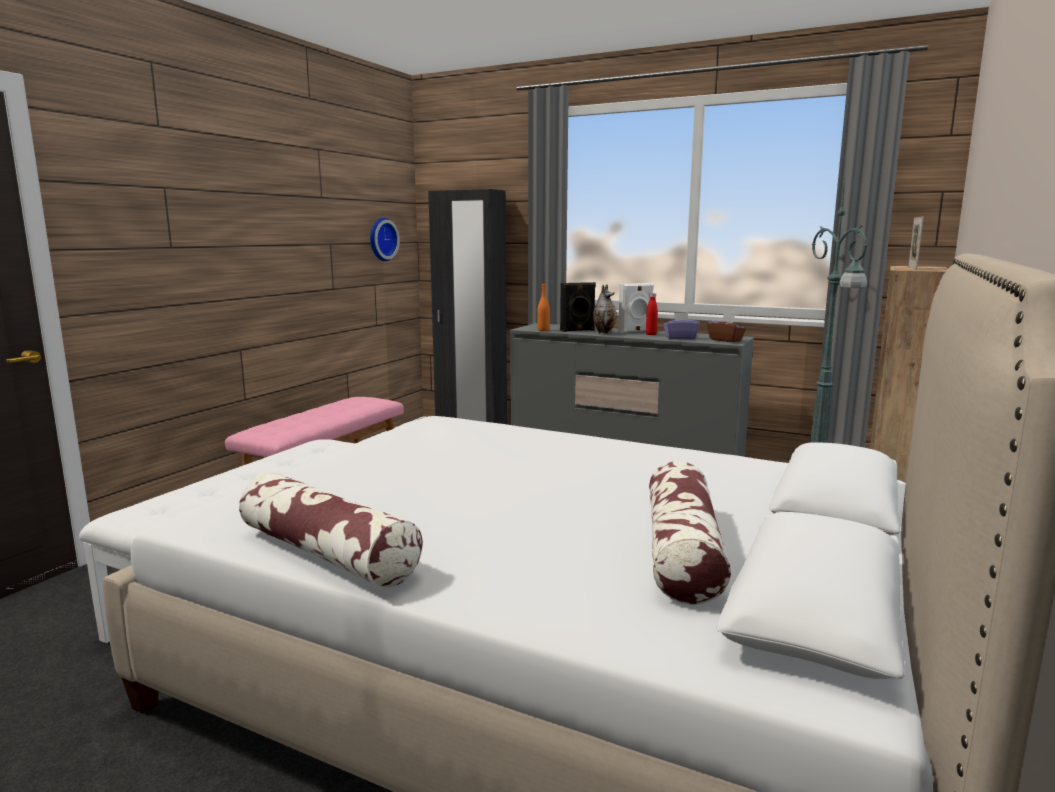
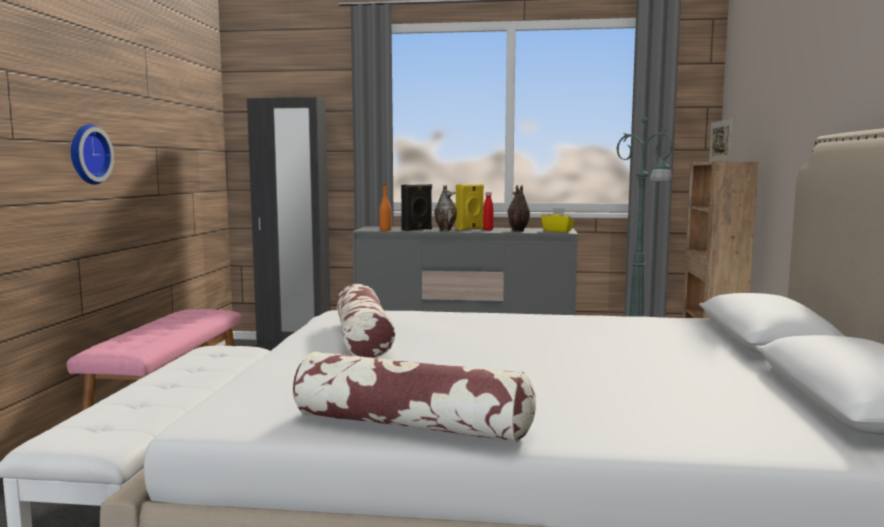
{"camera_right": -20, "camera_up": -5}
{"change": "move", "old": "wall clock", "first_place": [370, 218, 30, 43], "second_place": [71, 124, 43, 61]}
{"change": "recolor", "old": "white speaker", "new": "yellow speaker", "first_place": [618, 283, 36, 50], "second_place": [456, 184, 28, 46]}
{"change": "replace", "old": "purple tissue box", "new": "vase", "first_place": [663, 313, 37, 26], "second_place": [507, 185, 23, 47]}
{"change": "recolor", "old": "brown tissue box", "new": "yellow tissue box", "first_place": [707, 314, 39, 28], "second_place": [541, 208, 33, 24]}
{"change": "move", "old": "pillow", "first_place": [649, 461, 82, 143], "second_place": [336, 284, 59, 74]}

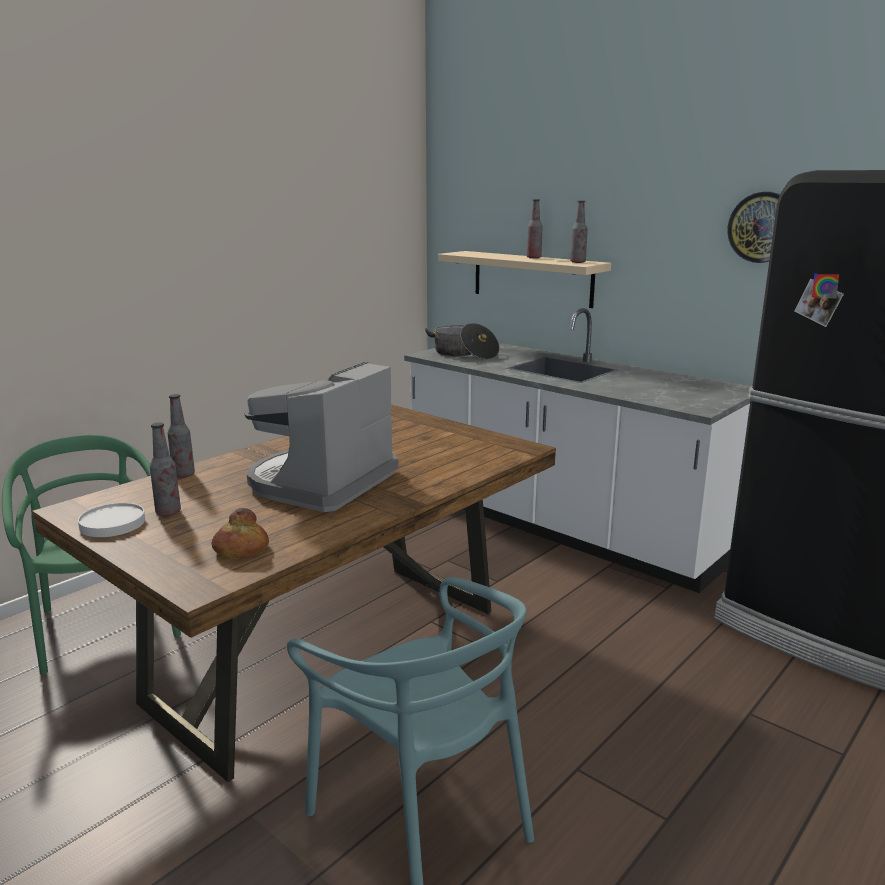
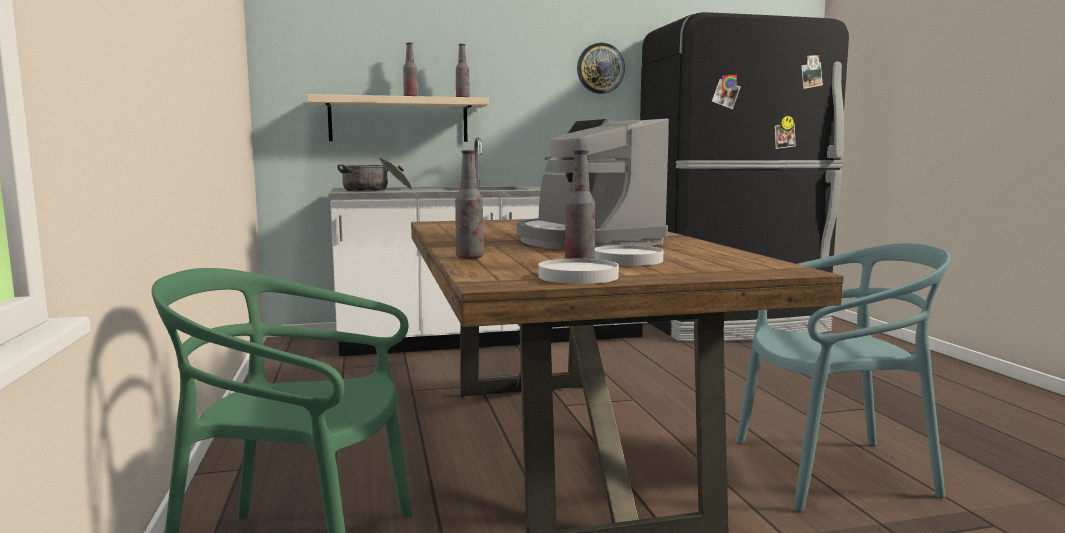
{"camera_right": -55, "camera_up": -10}
{"change": "delete", "old": "bread", "first_place": [212, 508, 57, 50]}
{"change": "insert", "new": "white plate", "second_place": [595, 245, 68, 21]}

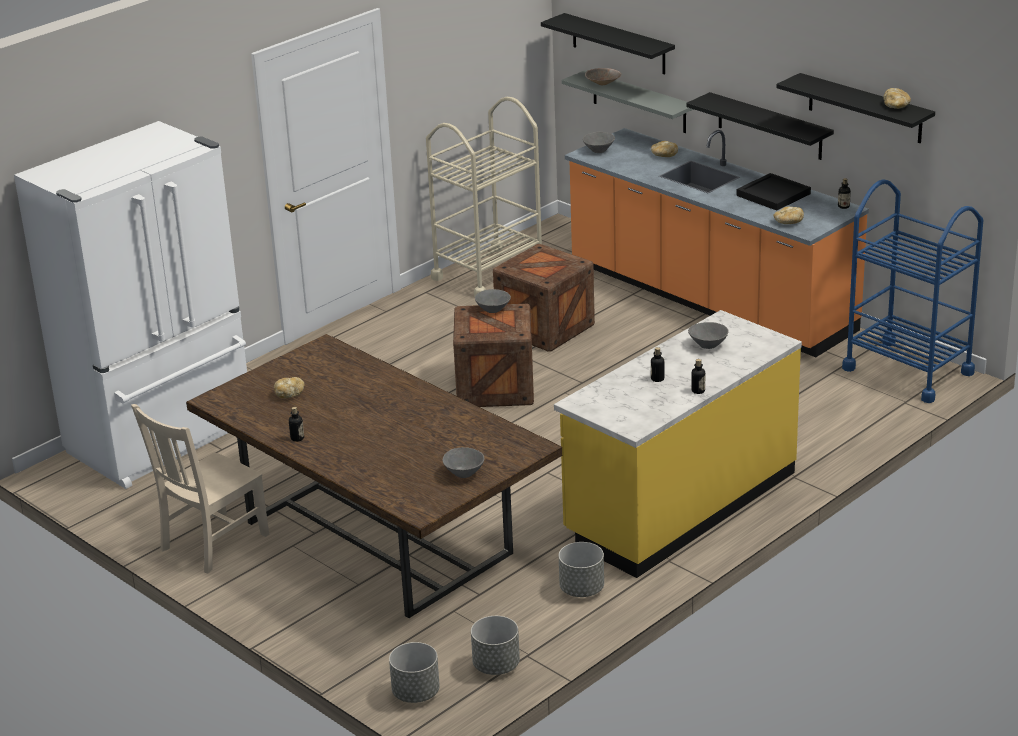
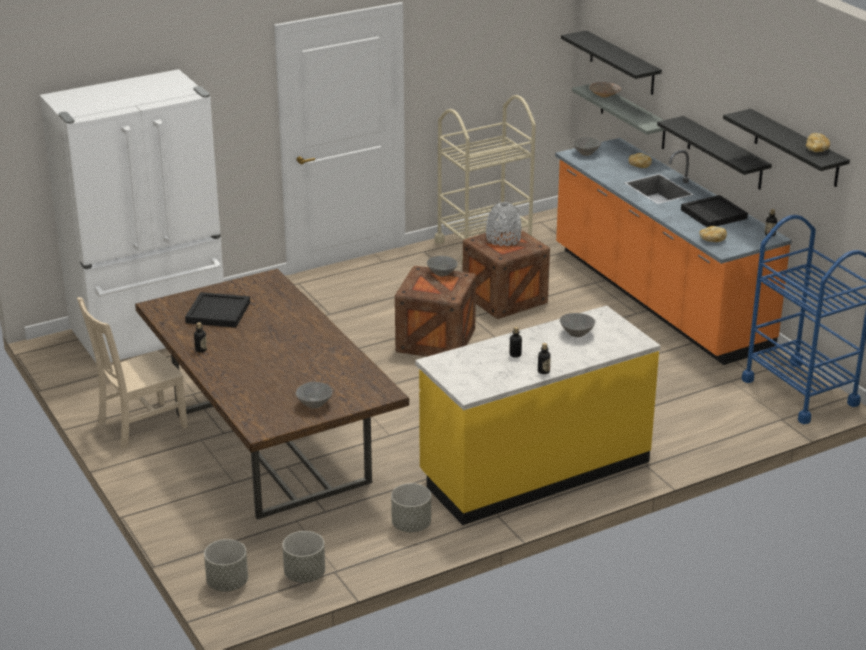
{"camera_right": 15, "camera_up": 0}
{"change": "replace", "old": "bread", "new": "black tray", "first_place": [274, 377, 30, 21], "second_place": [185, 292, 65, 36]}
{"change": "insert", "new": "grey vase", "second_place": [486, 202, 35, 44]}

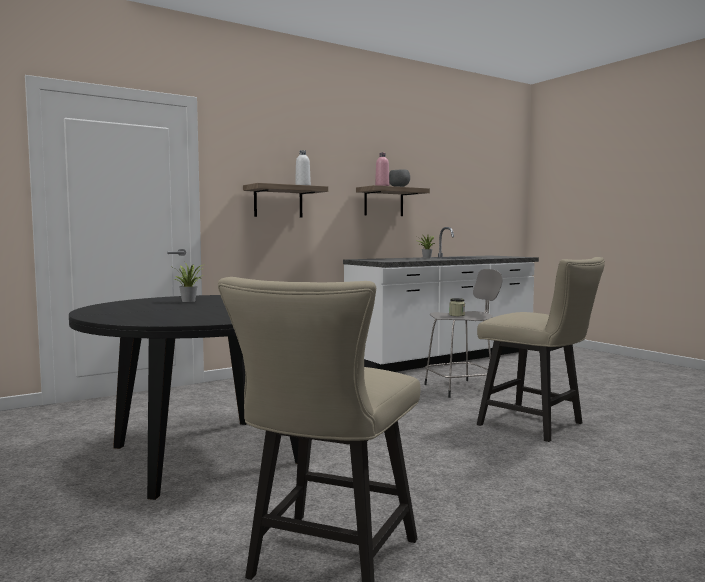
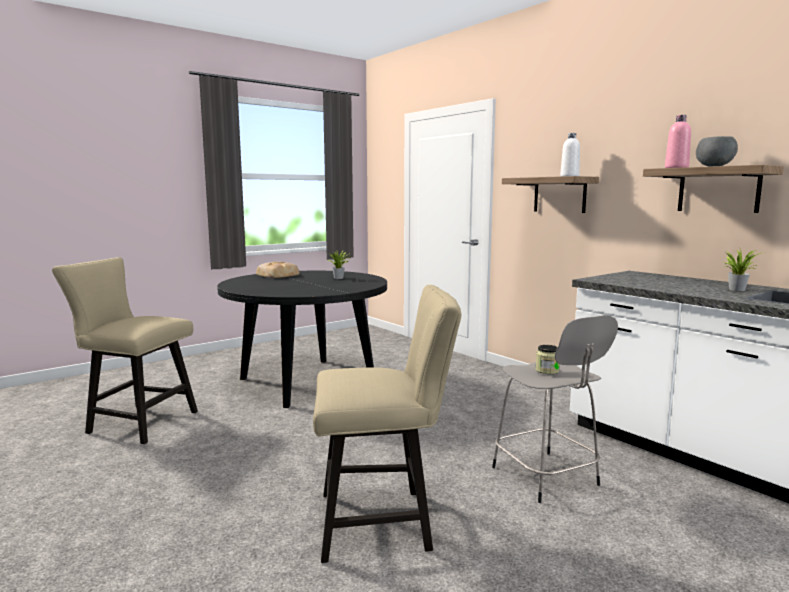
{"camera_right": 85, "camera_up": 5}
{"change": "rotate", "old": "beige chair", "first_place": [477, 257, 128, 185], "second_place": [313, 285, 148, 278], "degrees": -135}
{"change": "insert", "new": "bread", "second_place": [256, 262, 44, 16]}

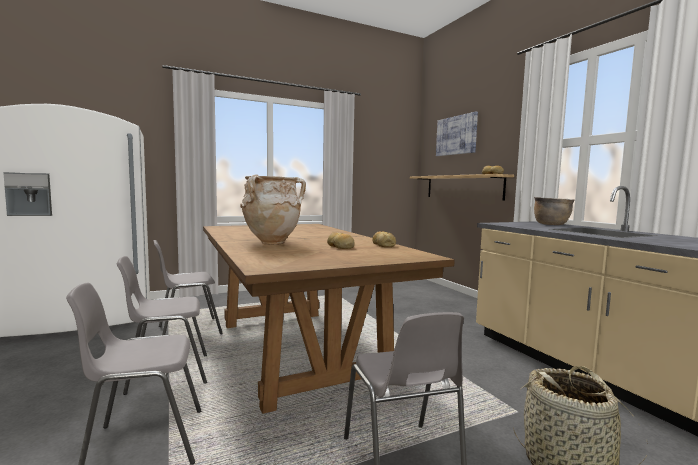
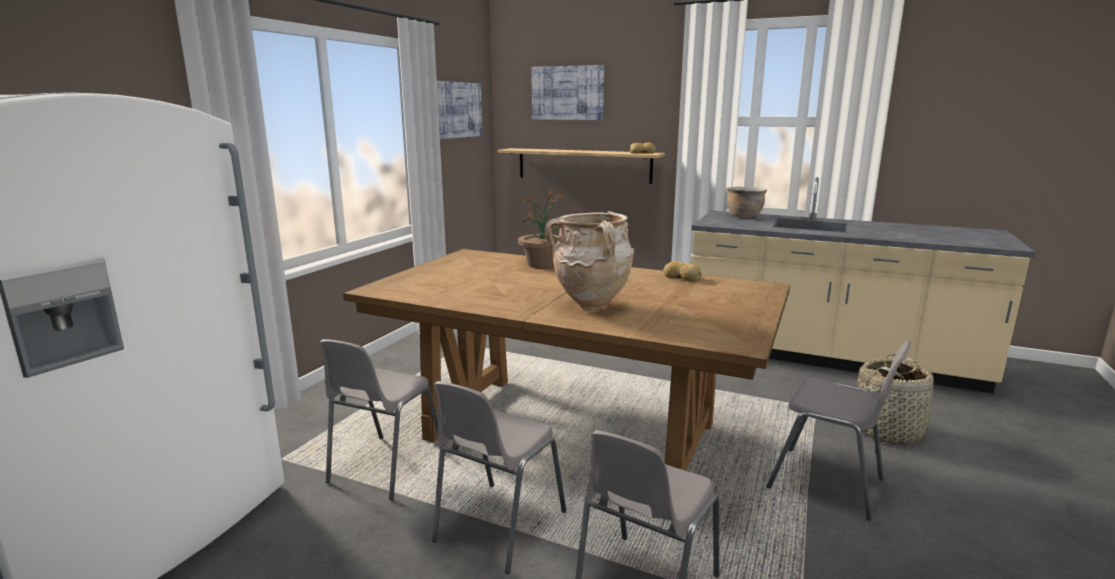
{"camera_right": -40, "camera_up": 10}
{"change": "delete", "old": "bread", "first_place": [327, 232, 27, 17]}
{"change": "insert", "new": "picture", "second_place": [437, 81, 46, 58]}
{"change": "insert", "new": "potted plant", "second_place": [518, 191, 46, 77]}

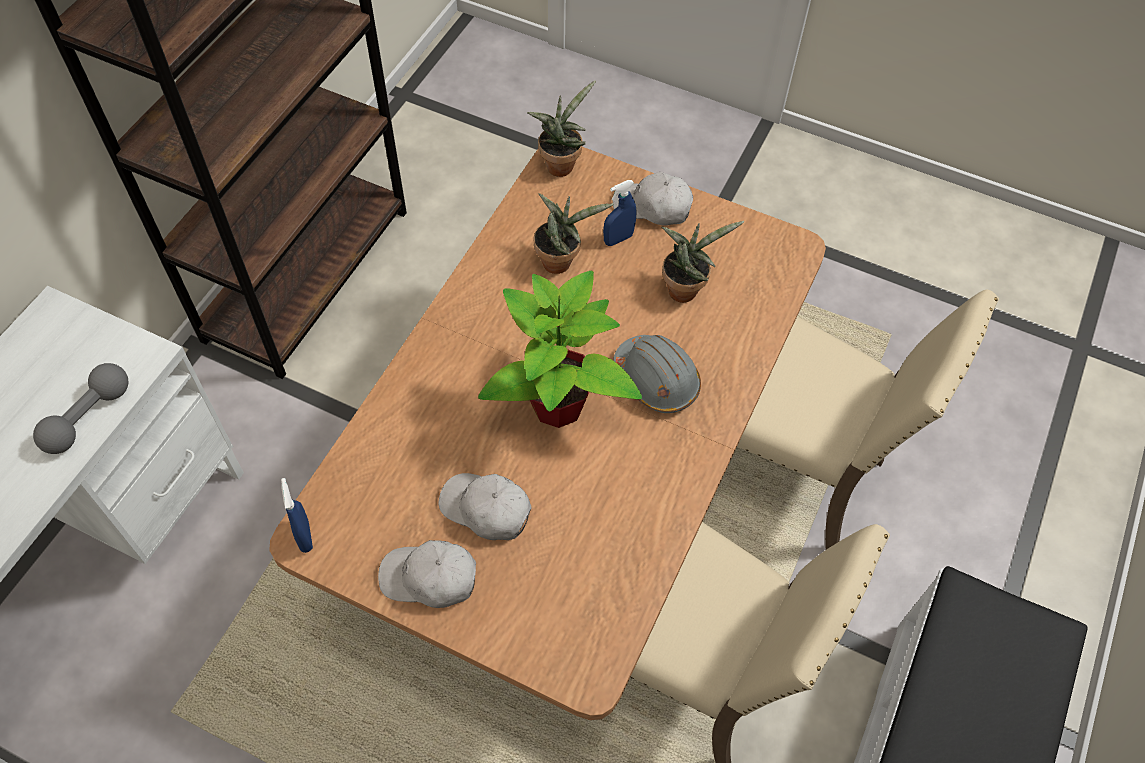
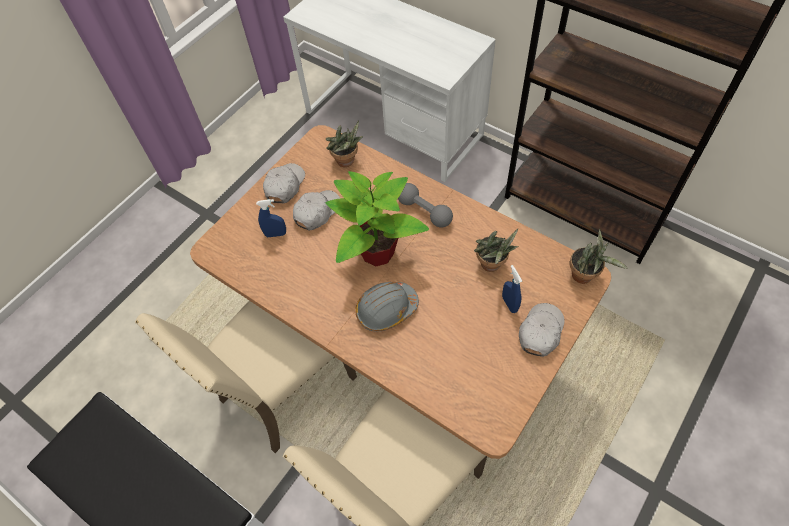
{"camera_right": 105, "camera_up": 0}
{"change": "move", "old": "potted plant", "first_place": [661, 221, 84, 82], "second_place": [326, 120, 37, 47]}
{"change": "move", "old": "grey dumbbell", "first_place": [33, 363, 96, 91], "second_place": [398, 183, 55, 44]}
{"change": "move", "old": "blue spray bottle", "first_place": [281, 478, 32, 75], "second_place": [256, 199, 30, 38]}

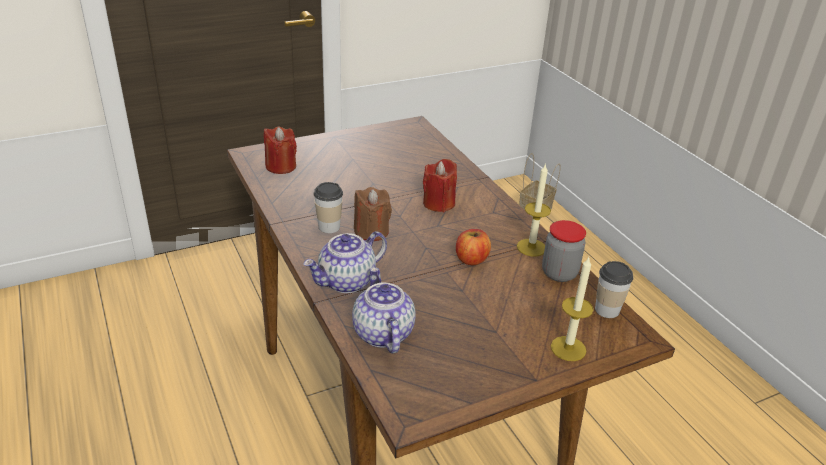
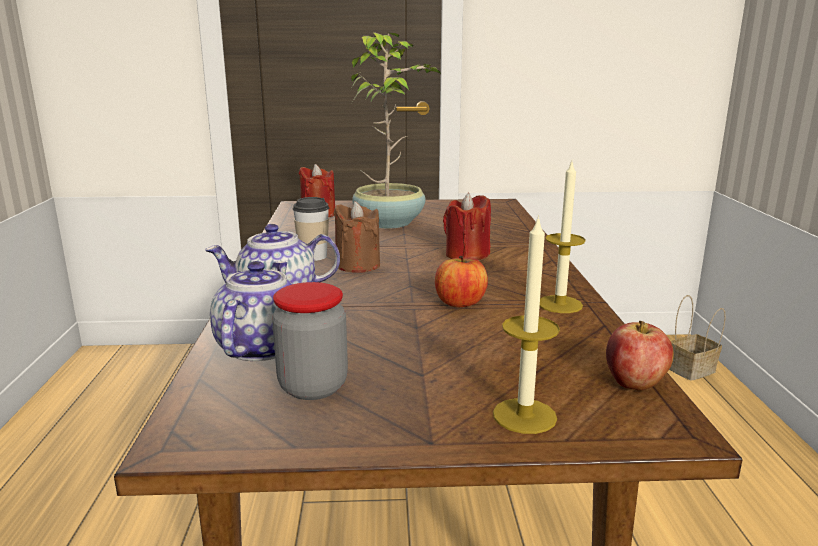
{"camera_right": 25, "camera_up": -15}
{"change": "move", "old": "jar", "first_place": [542, 220, 44, 62], "second_place": [272, 282, 76, 118]}
{"change": "replace", "old": "cup", "new": "apple", "first_place": [595, 261, 38, 57], "second_place": [606, 321, 68, 70]}
{"change": "insert", "new": "potted plant", "second_place": [351, 32, 89, 197]}

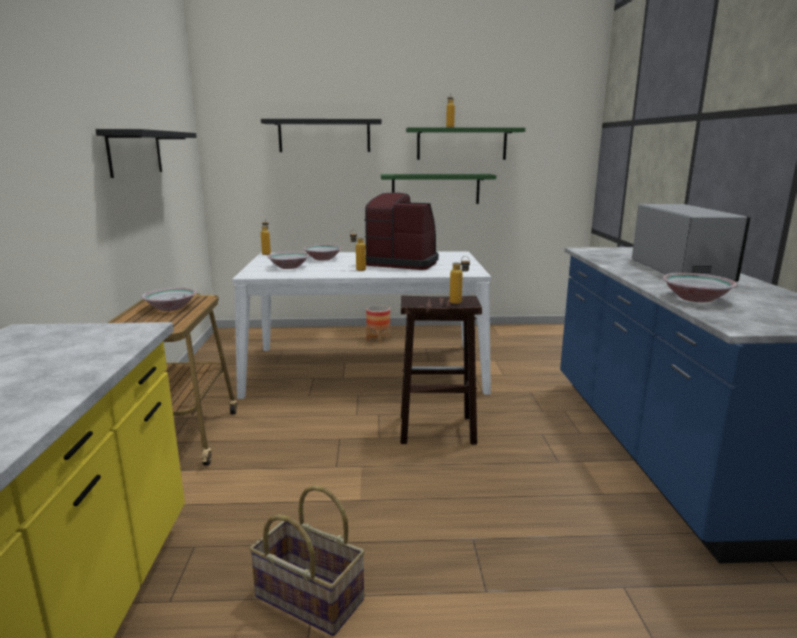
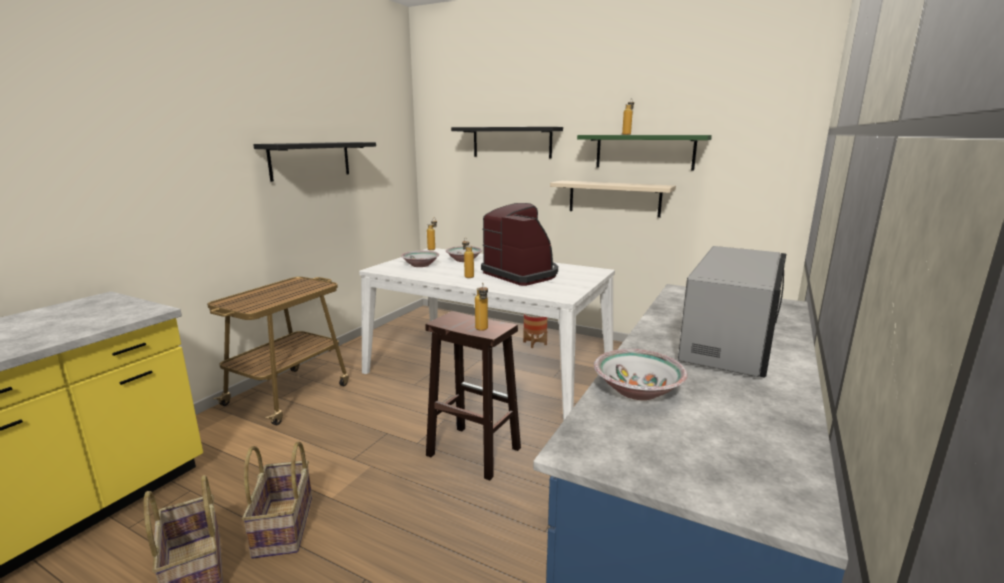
{"camera_right": 30, "camera_up": 0}
{"change": "recolor", "old": "green shelf", "new": "beige shelf", "first_place": [381, 174, 115, 30], "second_place": [550, 181, 126, 37]}
{"change": "delete", "old": "bowl", "first_place": [141, 288, 56, 23]}
{"change": "insert", "new": "basket", "second_place": [242, 441, 70, 118]}

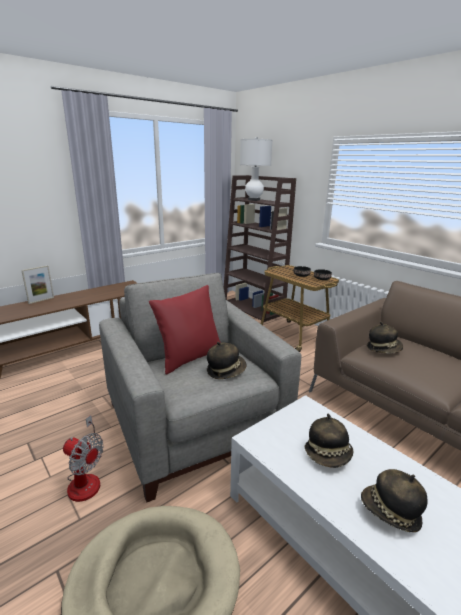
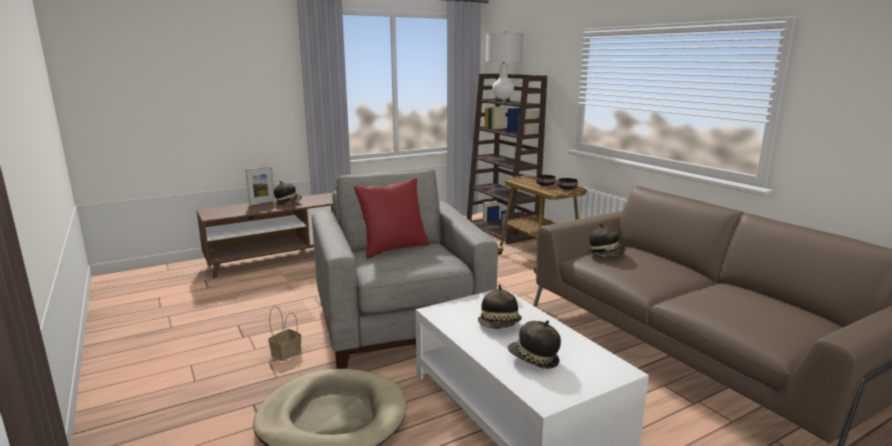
{"camera_right": 10, "camera_up": -5}
{"change": "move", "old": "hat", "first_place": [207, 342, 40, 37], "second_place": [274, 181, 28, 24]}
{"change": "replace", "old": "fan", "new": "basket", "first_place": [63, 415, 41, 87], "second_place": [268, 306, 33, 55]}

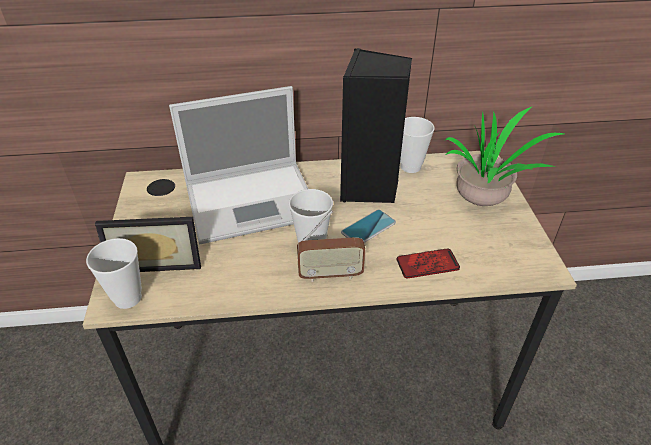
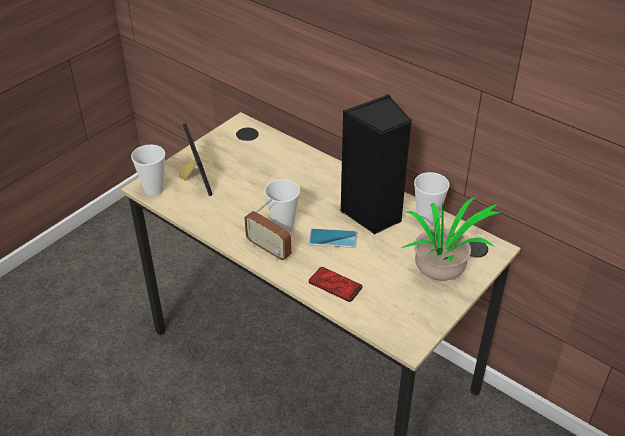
{"camera_right": 45, "camera_up": 0}
{"change": "delete", "old": "laptop", "first_place": [169, 86, 139, 158]}
{"change": "rotate", "old": "picture frame", "first_place": [95, 217, 106, 55], "second_place": [178, 123, 35, 73], "degrees": -150}

